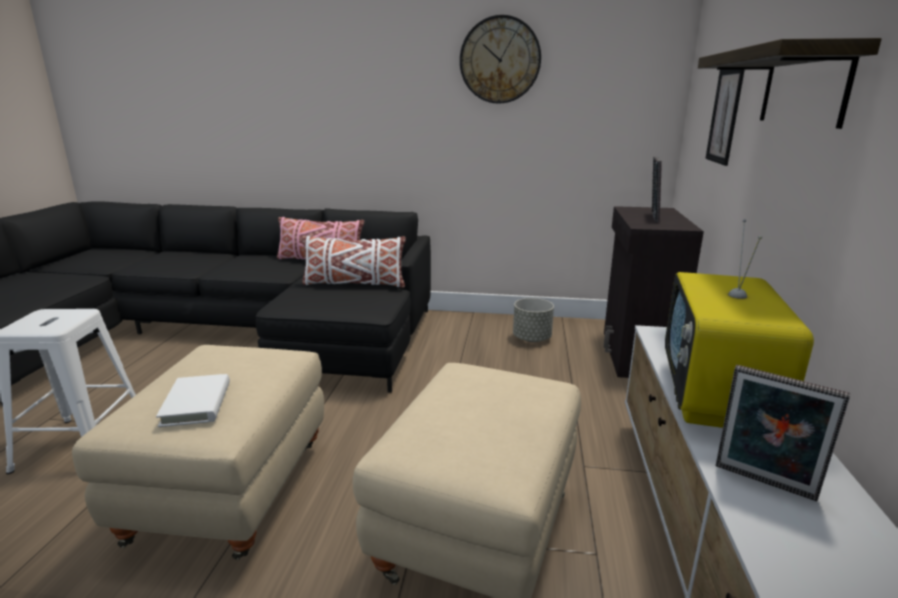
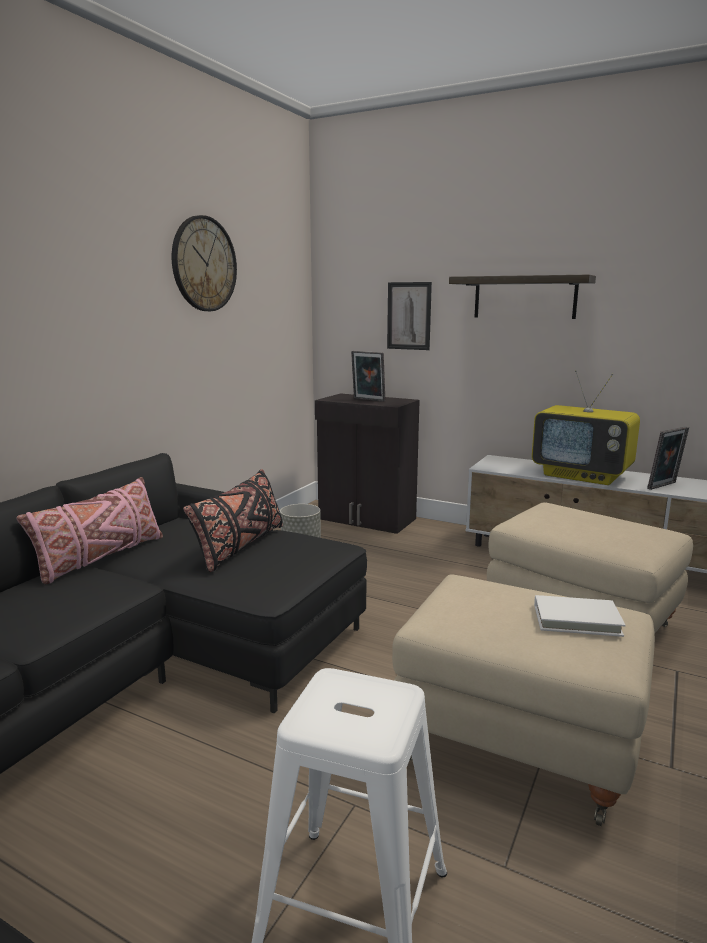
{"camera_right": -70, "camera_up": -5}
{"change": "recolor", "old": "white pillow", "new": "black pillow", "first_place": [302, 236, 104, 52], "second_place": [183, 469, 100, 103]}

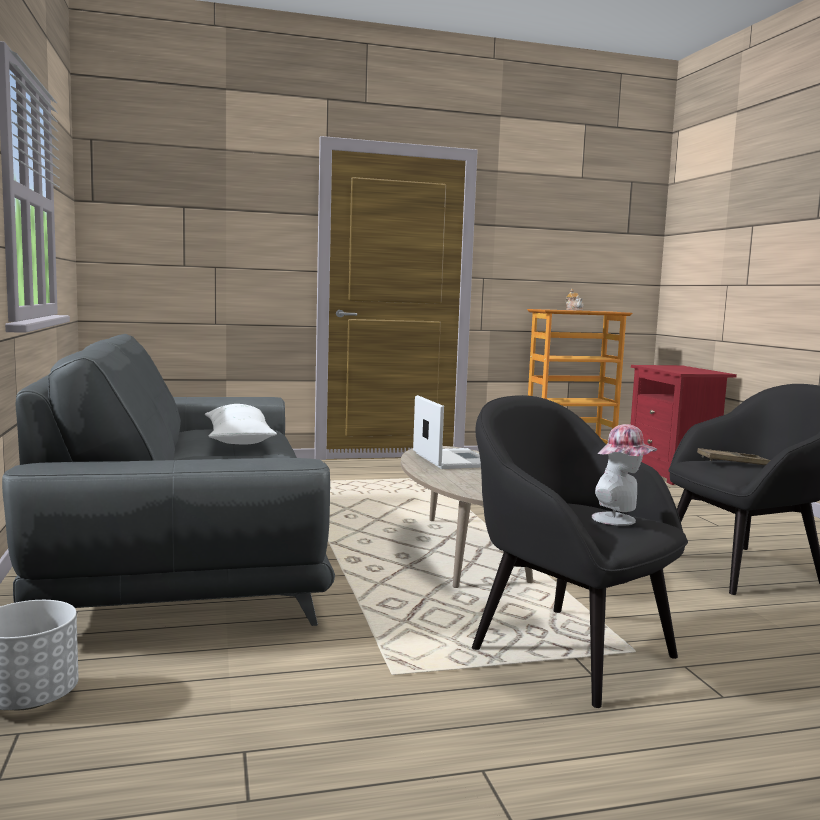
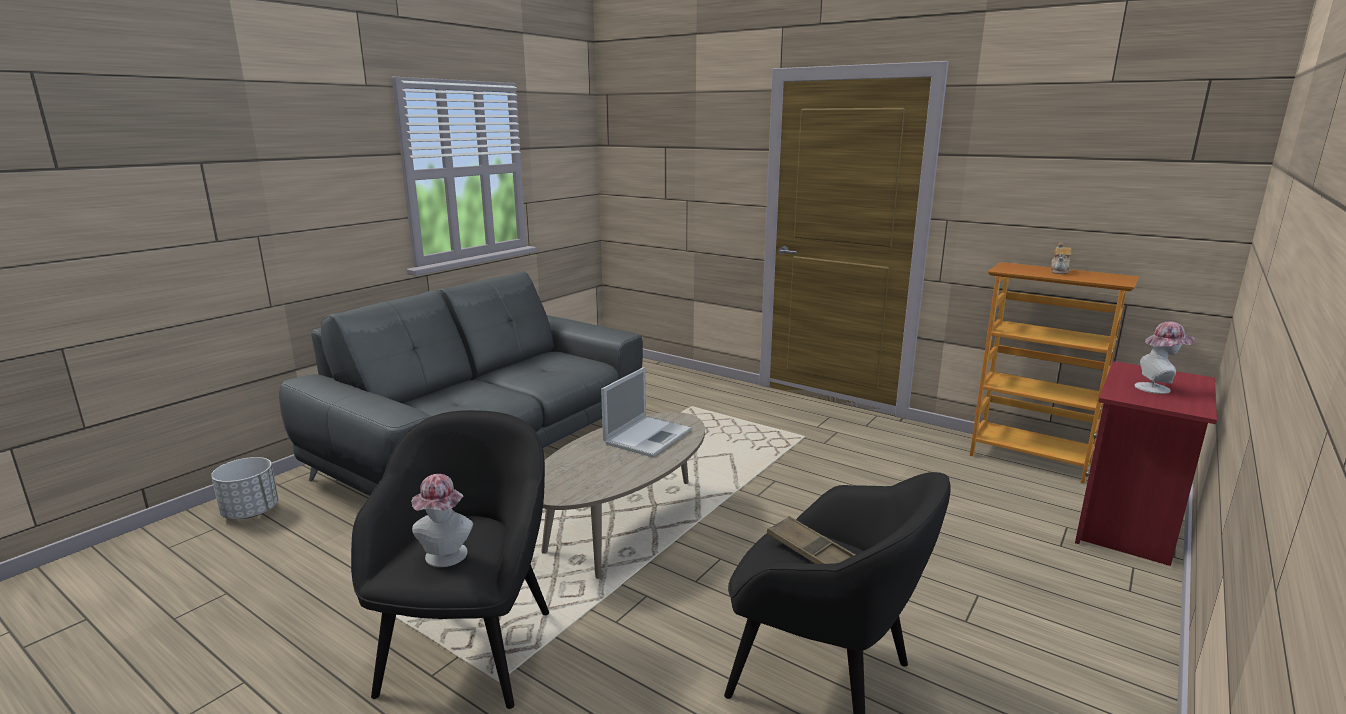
{"camera_right": 50, "camera_up": 10}
{"change": "delete", "old": "white pillow", "first_place": [205, 404, 72, 41]}
{"change": "insert", "new": "hat", "second_place": [1134, 321, 61, 73]}

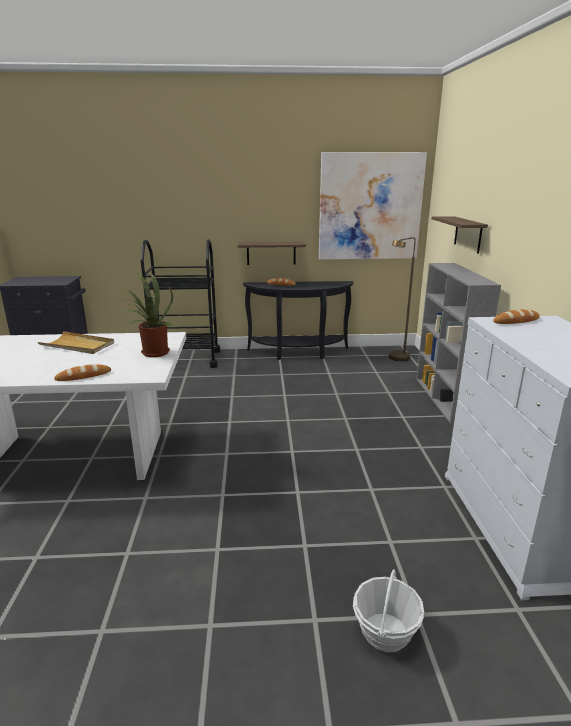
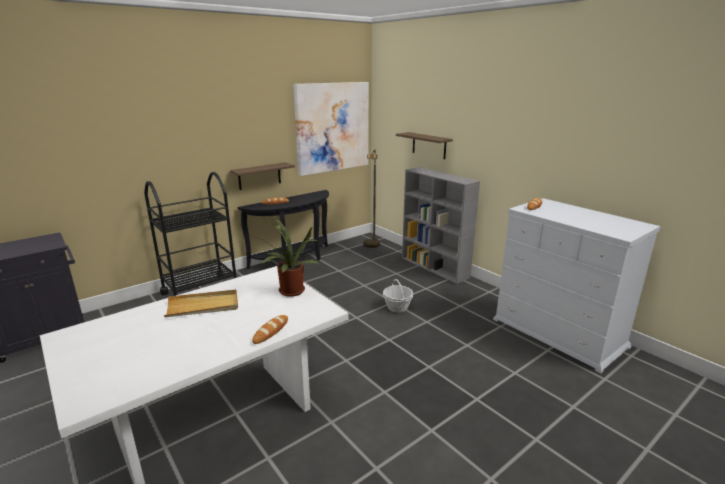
{"camera_right": -35, "camera_up": 0}
{"change": "move", "old": "basket", "first_place": [353, 569, 71, 84], "second_place": [383, 279, 30, 34]}

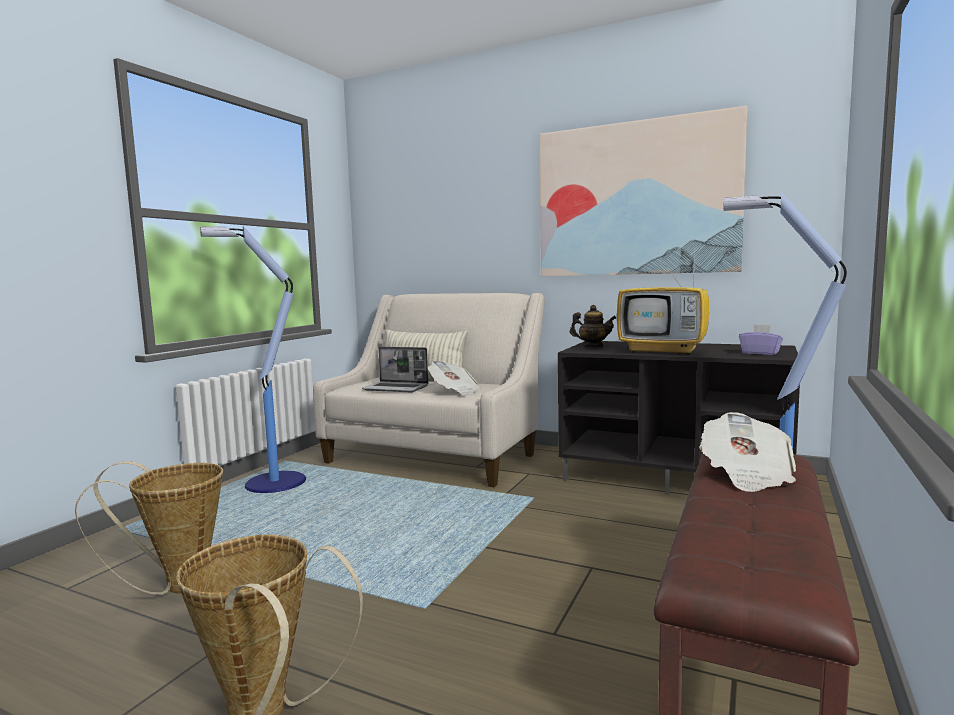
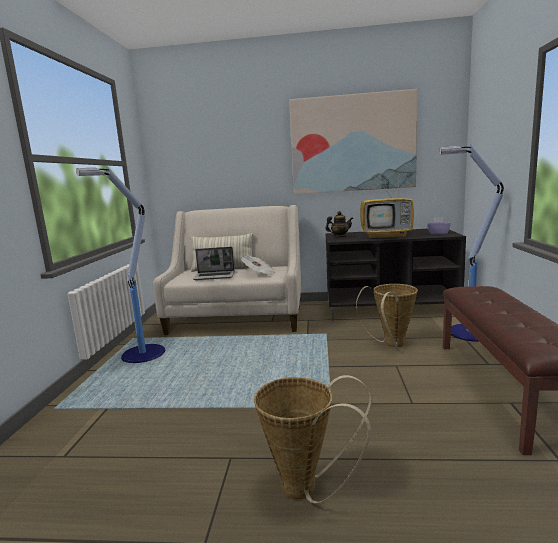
{"camera_right": -20, "camera_up": 5}
{"change": "delete", "old": "newspaper", "first_place": [700, 412, 96, 80]}
{"change": "move", "old": "basket", "first_place": [75, 461, 148, 134], "second_place": [356, 284, 62, 64]}

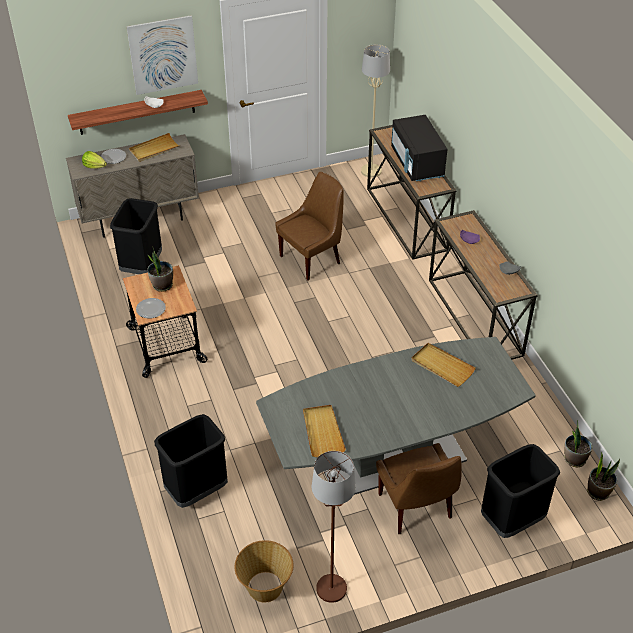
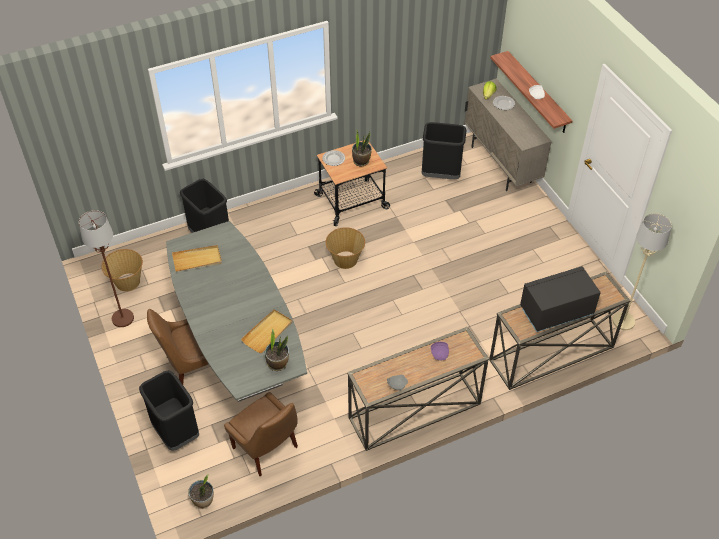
{"camera_right": 85, "camera_up": 5}
{"change": "delete", "old": "picture", "first_place": [127, 15, 71, 80]}
{"change": "delete", "old": "beige tray", "first_place": [129, 133, 52, 29]}
{"change": "move", "old": "brown chair", "first_place": [275, 172, 69, 108], "second_place": [224, 392, 74, 84]}
{"change": "move", "old": "potted plant", "first_place": [564, 420, 29, 47], "second_place": [265, 328, 24, 43]}
{"change": "insert", "new": "basket", "second_place": [326, 227, 39, 42]}

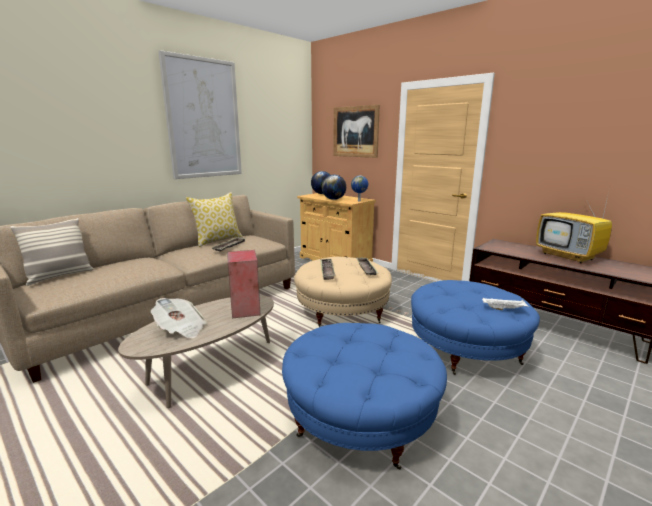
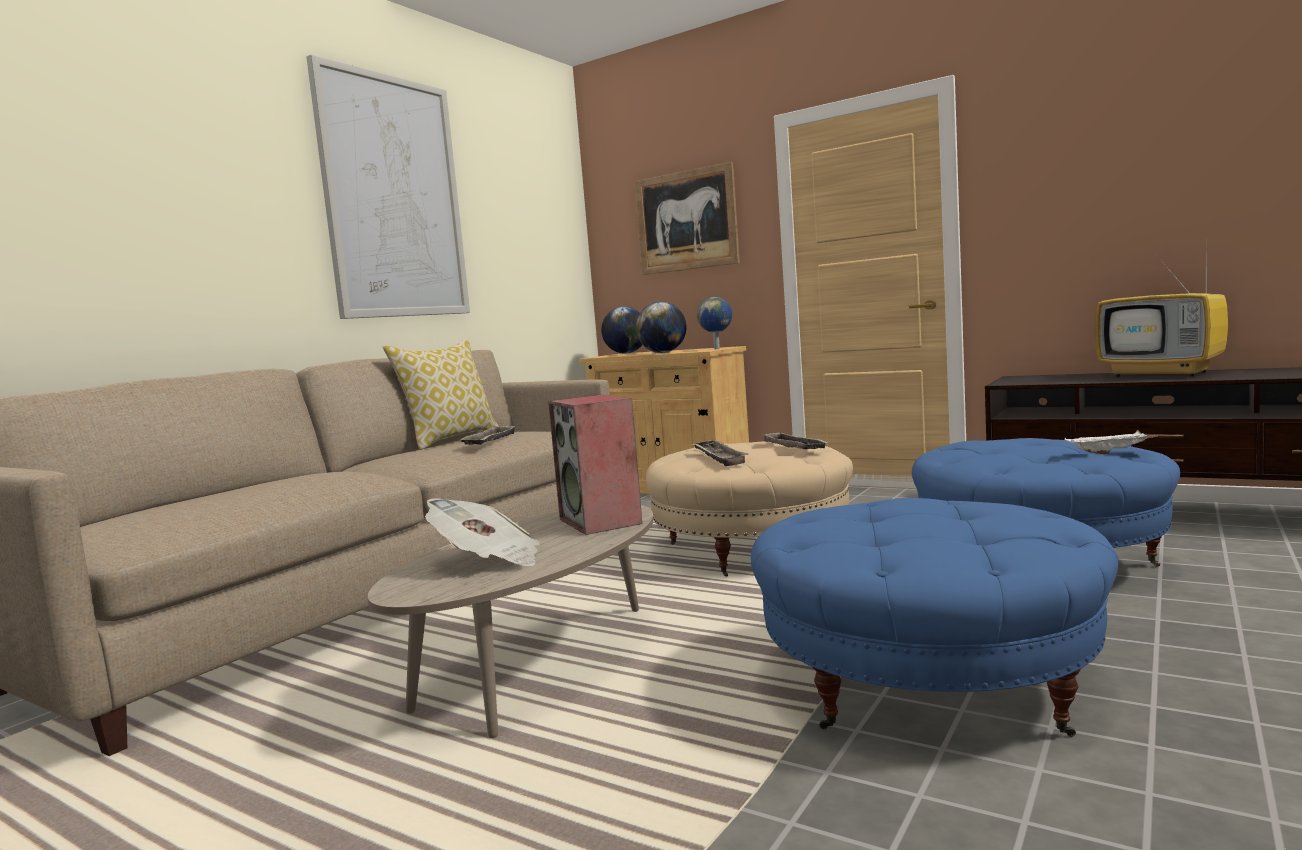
{"camera_right": -10, "camera_up": -10}
{"change": "delete", "old": "pillow", "first_place": [10, 218, 84, 68]}

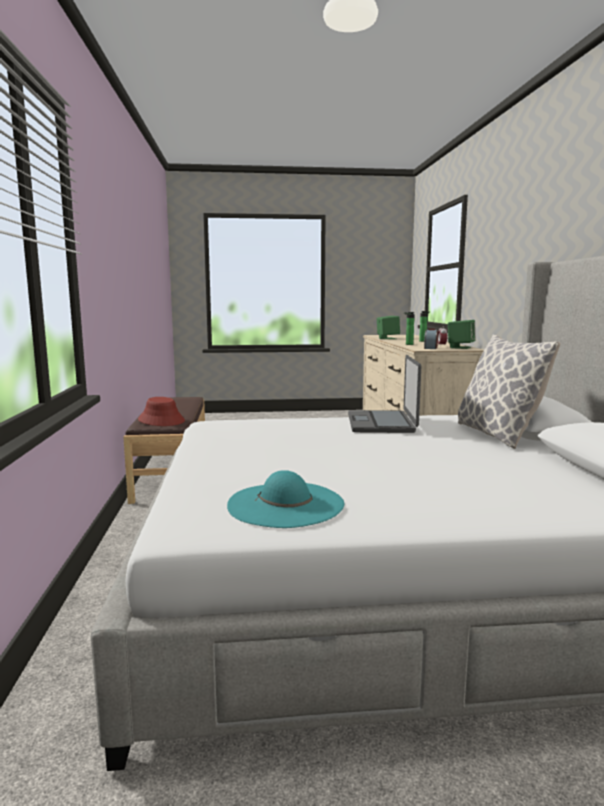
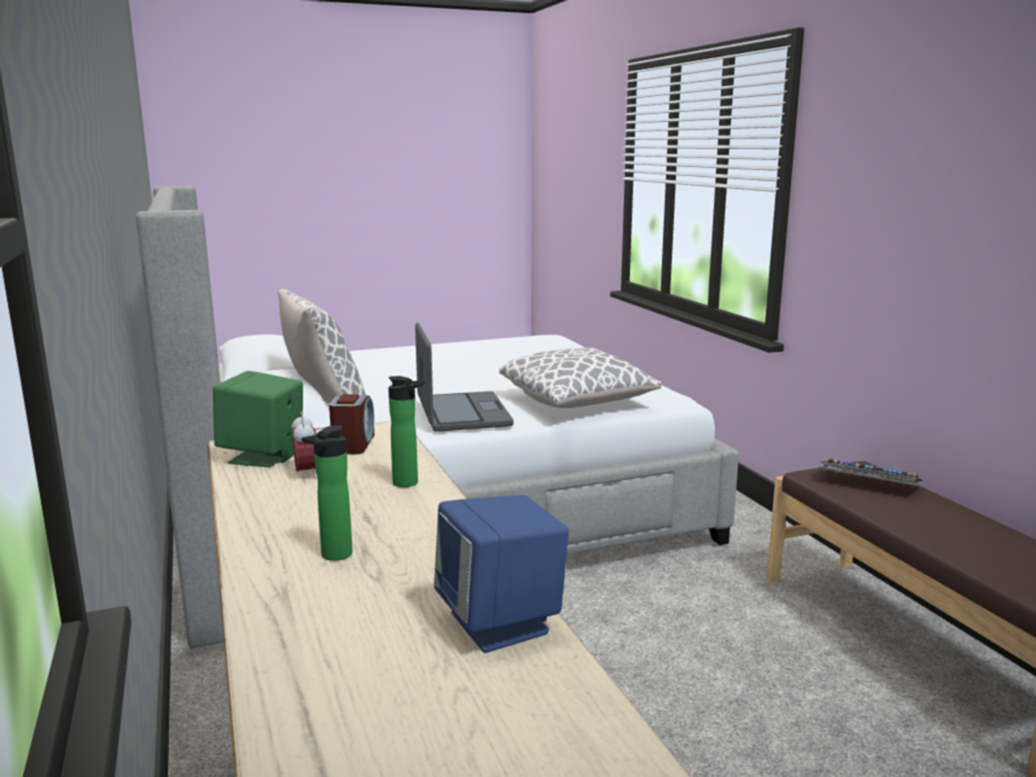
{"camera_right": 165, "camera_up": 5}
{"change": "recolor", "old": "green speaker", "new": "blue speaker", "first_place": [377, 316, 23, 23], "second_place": [434, 495, 135, 158]}
{"change": "replace", "old": "red hat", "new": "keyboard", "first_place": [138, 397, 47, 29], "second_place": [818, 458, 105, 29]}
{"change": "delete", "old": "turquoise hat", "first_place": [227, 470, 117, 58]}
{"change": "insert", "new": "pillow", "second_place": [499, 347, 162, 61]}

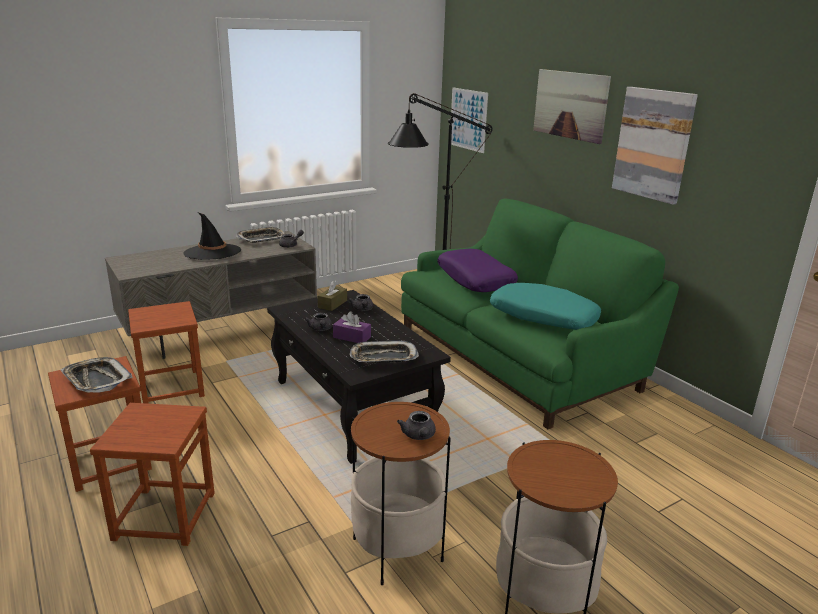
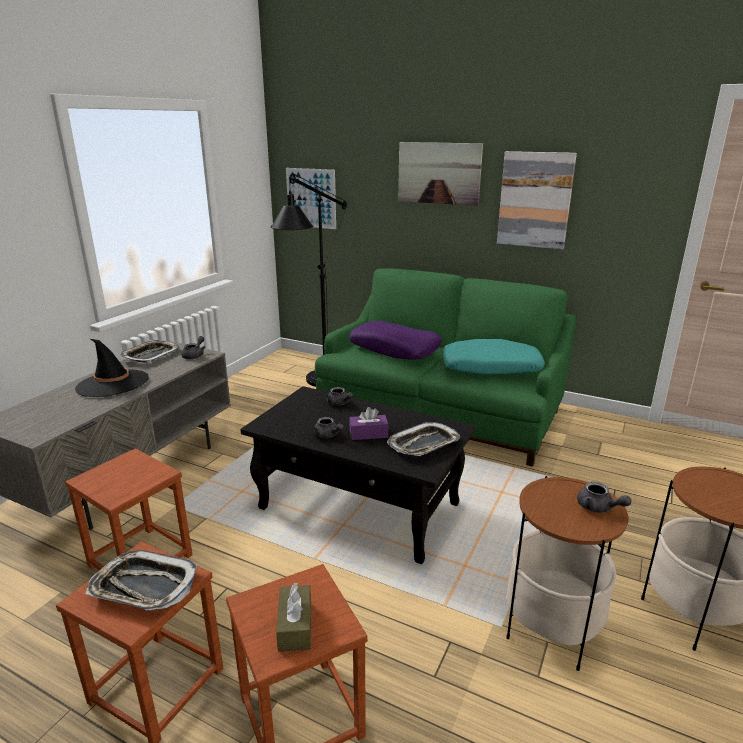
{"camera_right": -30, "camera_up": 0}
{"change": "move", "old": "brown tissue box", "first_place": [318, 280, 29, 31], "second_place": [276, 582, 35, 70]}

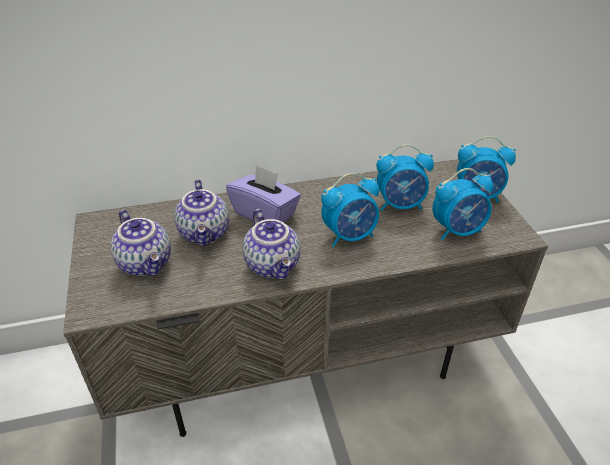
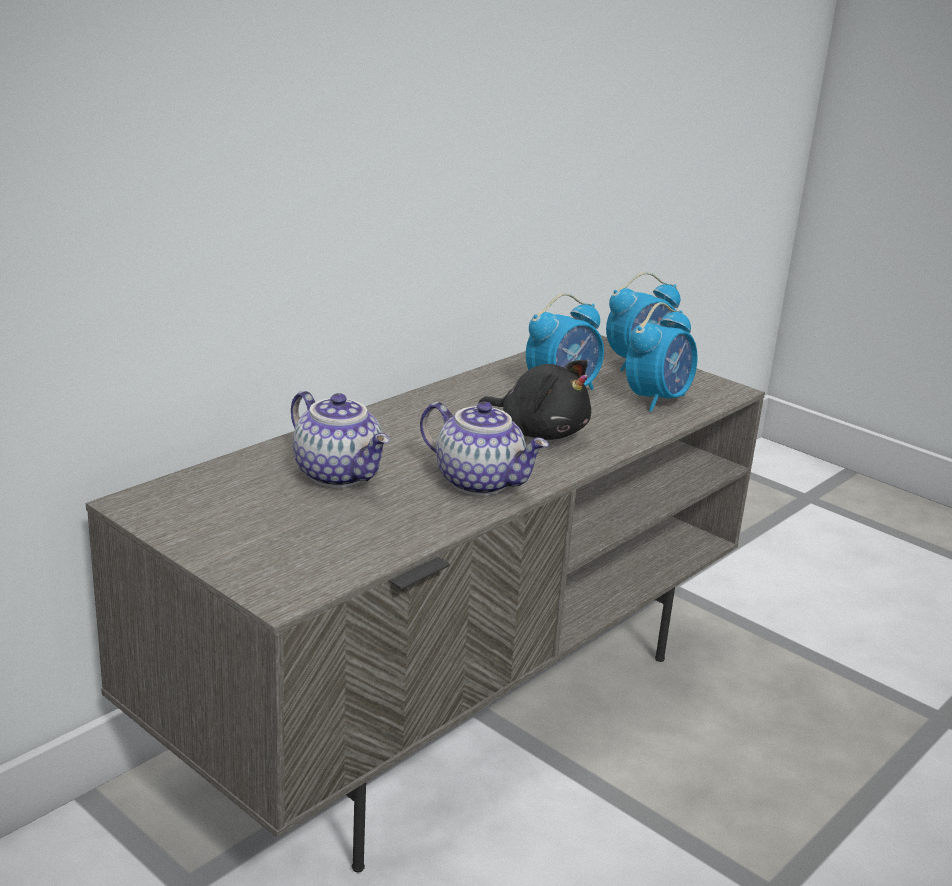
{"camera_right": -35, "camera_up": -15}
{"change": "delete", "old": "purple tissue box", "first_place": [226, 165, 75, 58]}
{"change": "replace", "old": "alarm clock", "new": "black plush toy", "first_place": [321, 173, 58, 74], "second_place": [478, 360, 113, 80]}
{"change": "delete", "old": "teapot", "first_place": [111, 210, 60, 66]}

